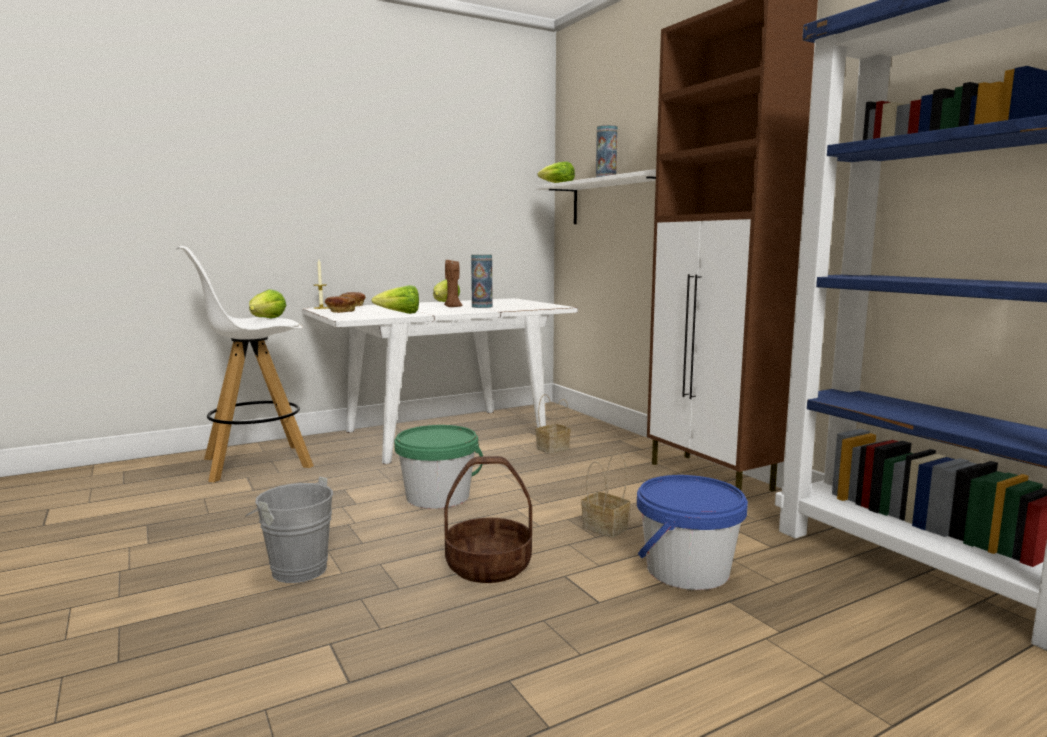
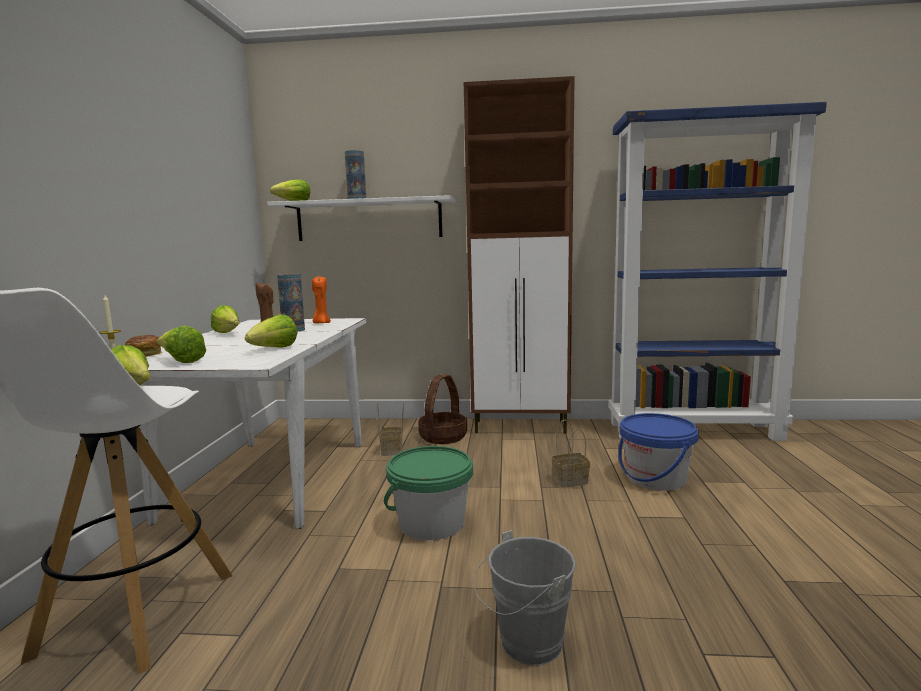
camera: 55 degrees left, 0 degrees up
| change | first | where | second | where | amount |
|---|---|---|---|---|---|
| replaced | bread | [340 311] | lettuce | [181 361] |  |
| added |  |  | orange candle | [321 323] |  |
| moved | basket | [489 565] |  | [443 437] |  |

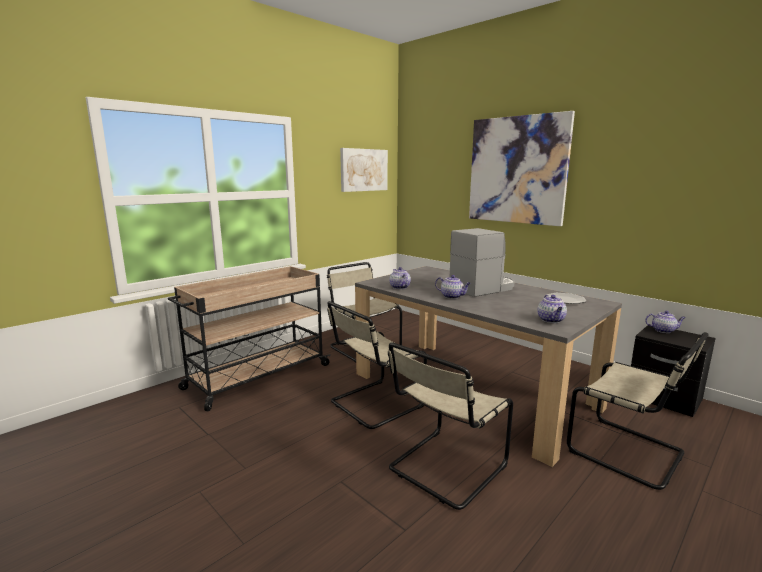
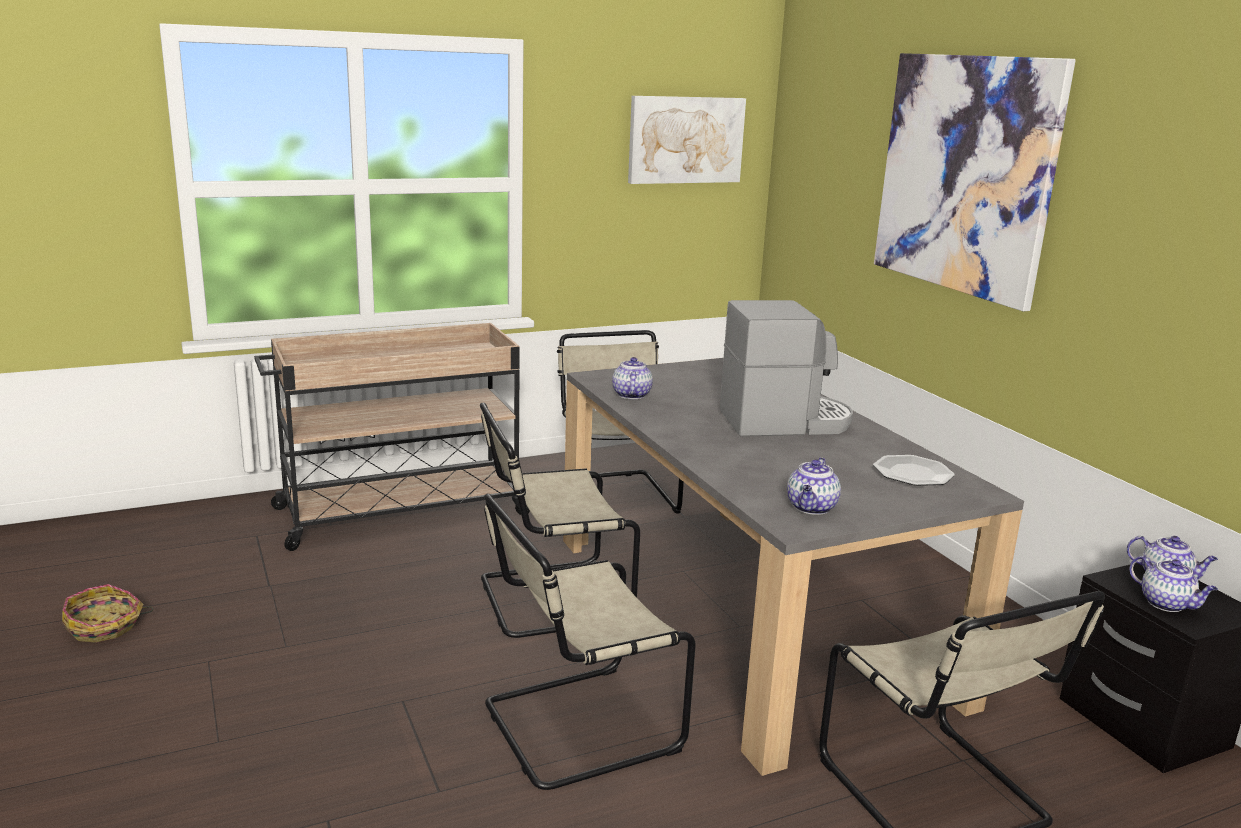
camera: 20 degrees right, 5 degrees up
| change | first | where | second | where | amount |
|---|---|---|---|---|---|
| added |  |  | basket | [105 626] |  |
| moved | pot for tea | [452 296] |  | [1167 604] |  |

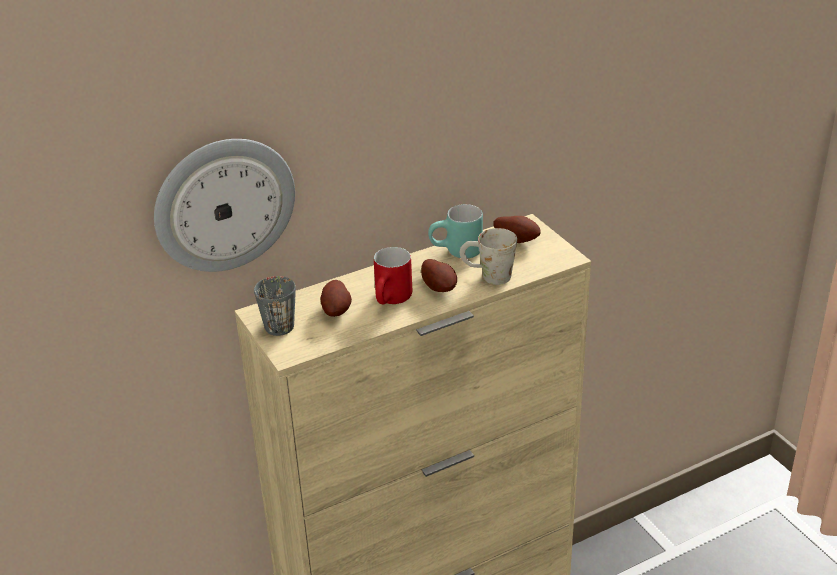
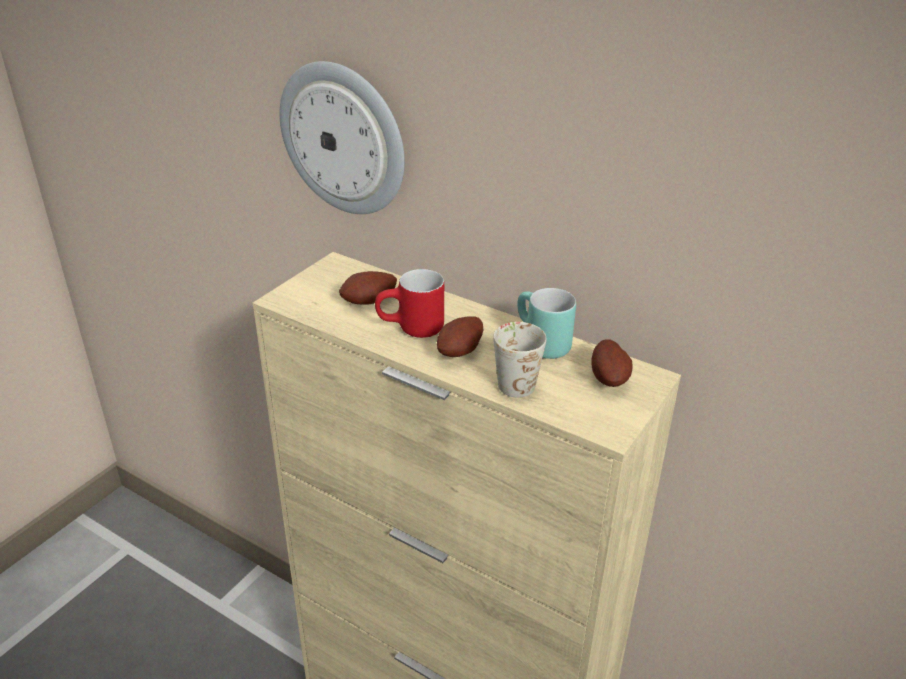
camera: 60 degrees right, 0 degrees up
| change | first | where | second | where | amount |
|---|---|---|---|---|---|
| removed | gray mug | [281 321] |  |  |  |

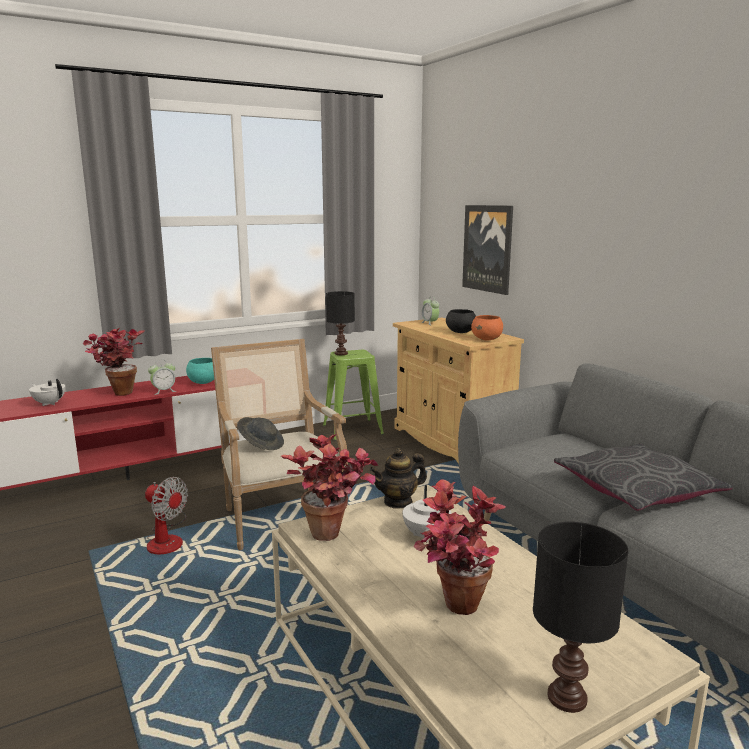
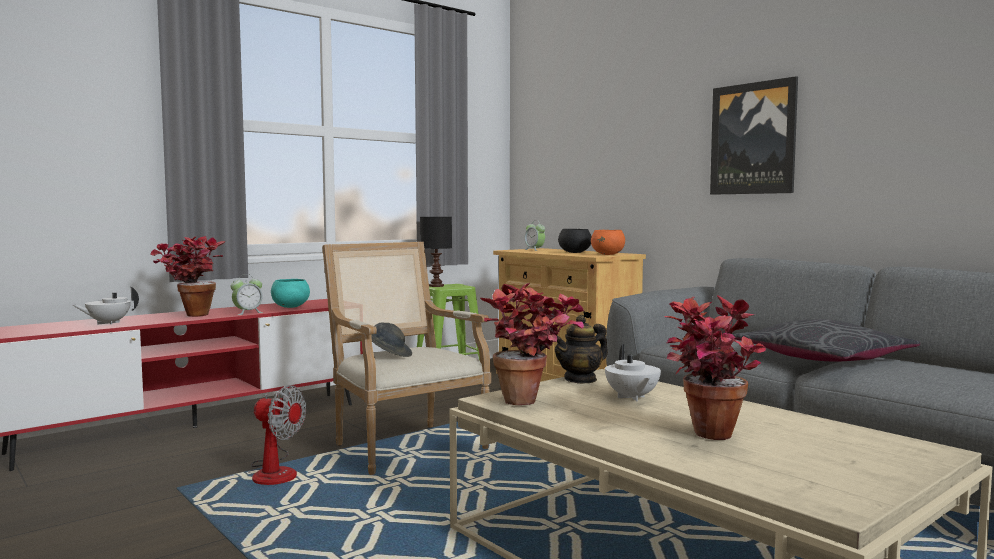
camera: 10 degrees left, 10 degrees down
| change | first | where | second | where | amount |
|---|---|---|---|---|---|
| turned | white-coloured pot for tea | [49 403] |  | [108 323] | 60 degrees counterclockwise |
| moved | wall picture | [488 248] |  | [753 138] |  |
| removed | black-coloured tabletop lamp | [565 697] |  |  |  |

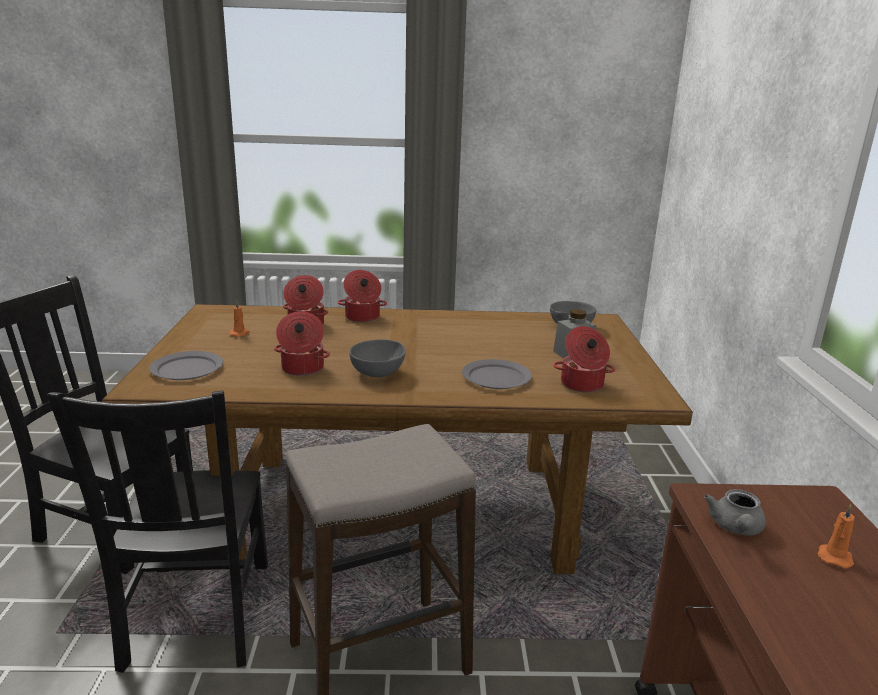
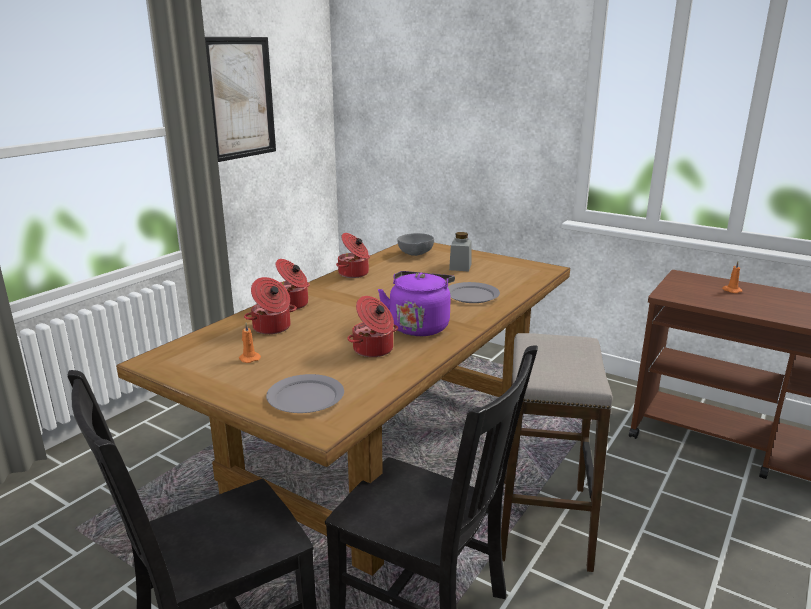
camera: 55 degrees left, 0 degrees up
| change | first | where | second | where | amount |
|---|---|---|---|---|---|
| added |  |  | wall picture | [240 98] |  |
| moved | cooking pot | [582 385] |  | [354 274] |  |
| replaced | gray deep dish | [379 373] | purplish kettle | [420 326] |  |
| removed | gray pot for tea | [735 528] |  |  |  |

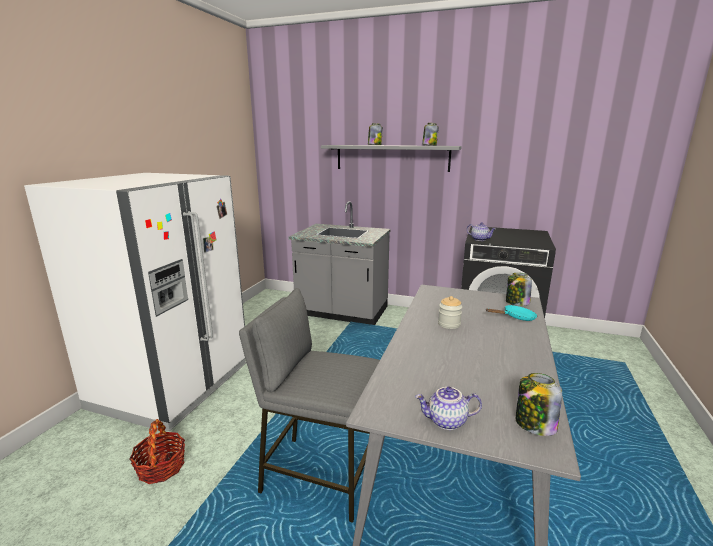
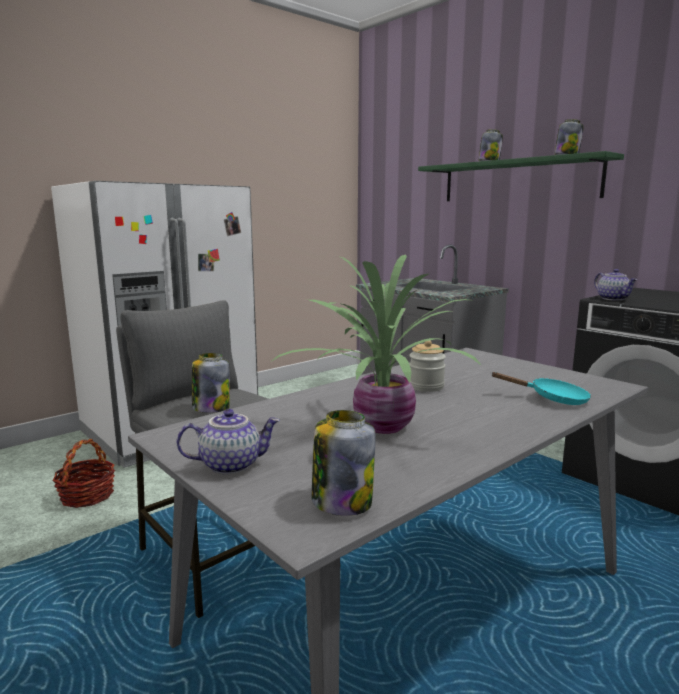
camera: 30 degrees right, 5 degrees down
| change | first | where | second | where | amount |
|---|---|---|---|---|---|
| turned | pot for tea | [446 422] |  | [231 464] | 135 degrees clockwise |
| moved | preserve jar | [516 303] |  | [211 408] |  |
| added |  |  | houseplant | [380 426] |  |
| recoloured | gray wall shelf | [392 158] | green wall shelf | [517 181] |  |

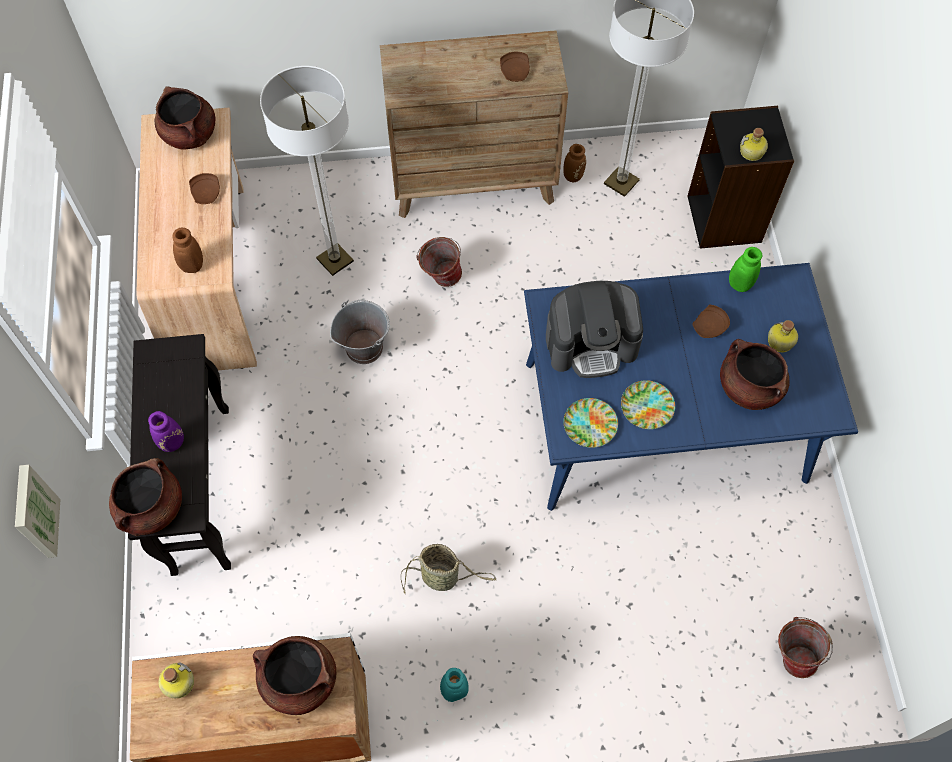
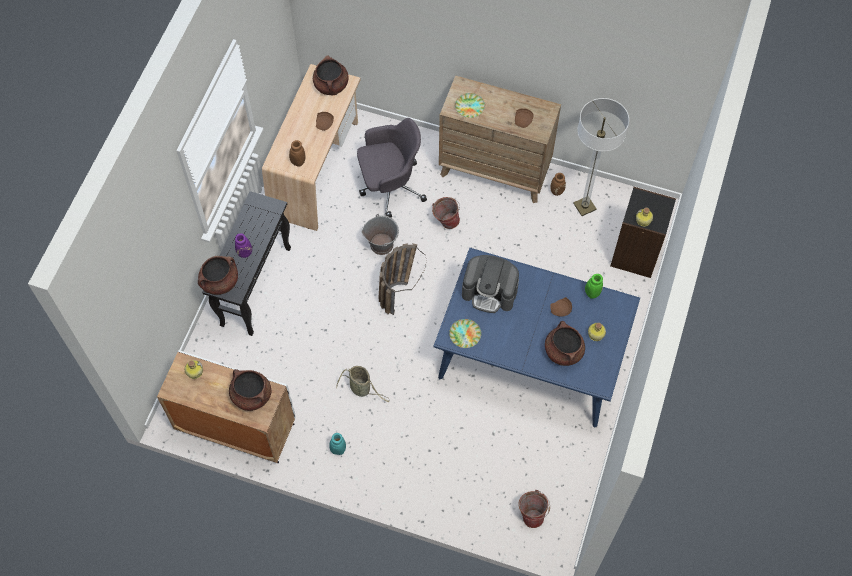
camera: 25 degrees right, 0 degrees up
| change | first | where | second | where | amount |
|---|---|---|---|---|---|
| replaced | standing lamp | [335 260] | gray desk chair | [390 186] |  |
| added |  |  | basket | [398 290] |  |
| moved | plate | [646 406] |  | [469 106] |  |
| removed | wall picture | [34 512] |  |  |  |

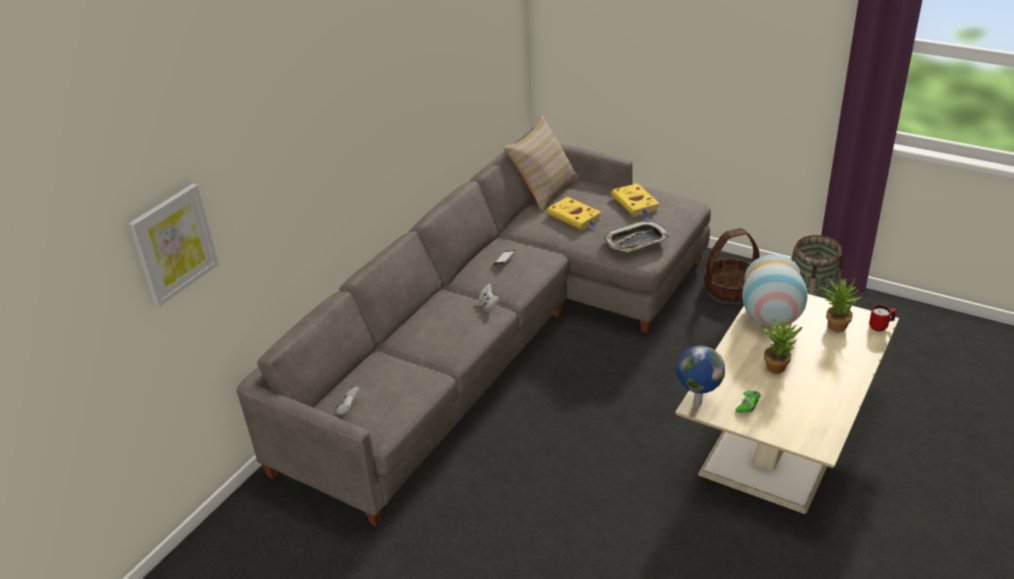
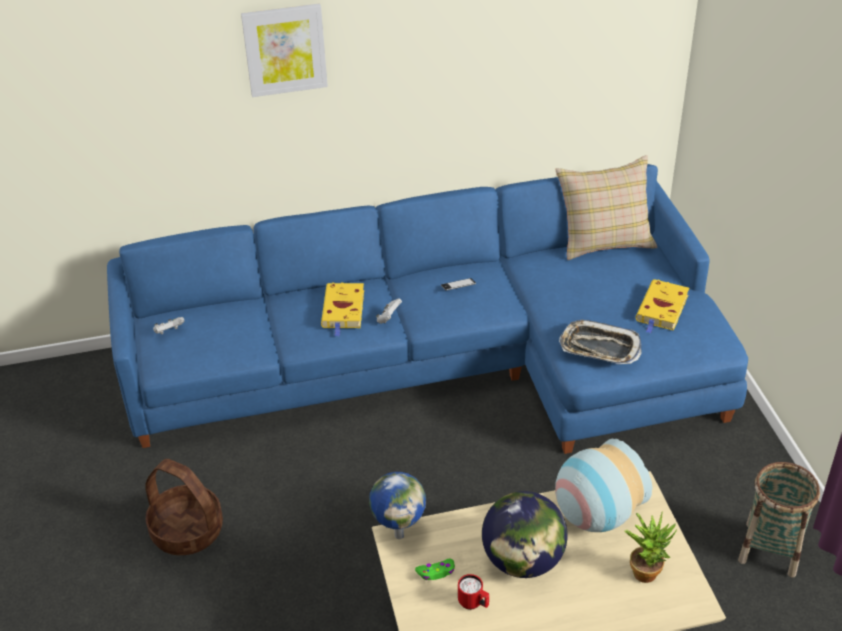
camera: 45 degrees right, 5 degrees up
| change | first | where | second | where | amount |
|---|---|---|---|---|---|
| recoloured | gray couch | [503 332] | blue couch | [447 361] |  |
| moved | basket | [730 289] |  | [188 531] |  |
| moved | wall picture | [173 244] |  | [285 49] |  |
| moved | yellowish bound book | [575 217] |  | [343 310] |  |
| moved | red-coloured mug | [881 326] |  | [473 603] |  |
| replaced | houseplant | [777 365] | world globe | [522 561] |  |

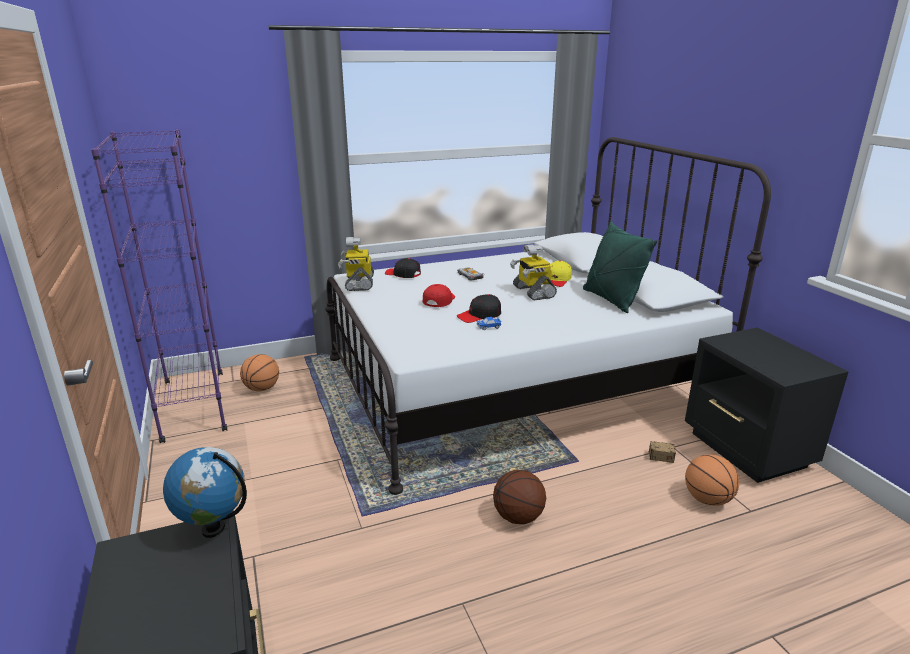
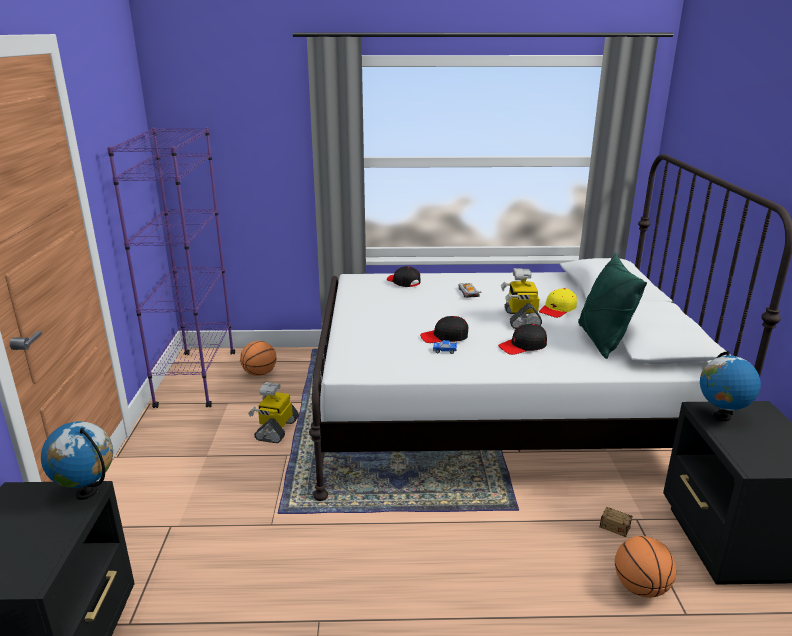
camera: 20 degrees right, 0 degrees up
| change | first | where | second | where | amount |
|---|---|---|---|---|---|
| moved | model robot | [359 283] |  | [276 429] |  |
| added |  |  | black-coloured baseball cap | [523 346] |  |
| added |  |  | world globe | [721 417] |  |
| removed | red-coloured baseball cap | [439 301] |  |  |  |
| removed | basketball | [518 517] |  |  |  |

